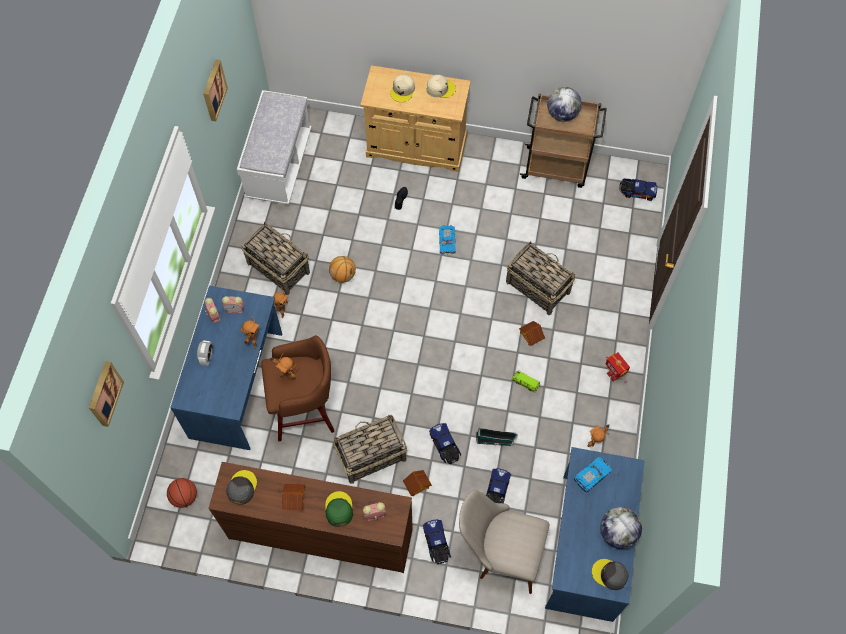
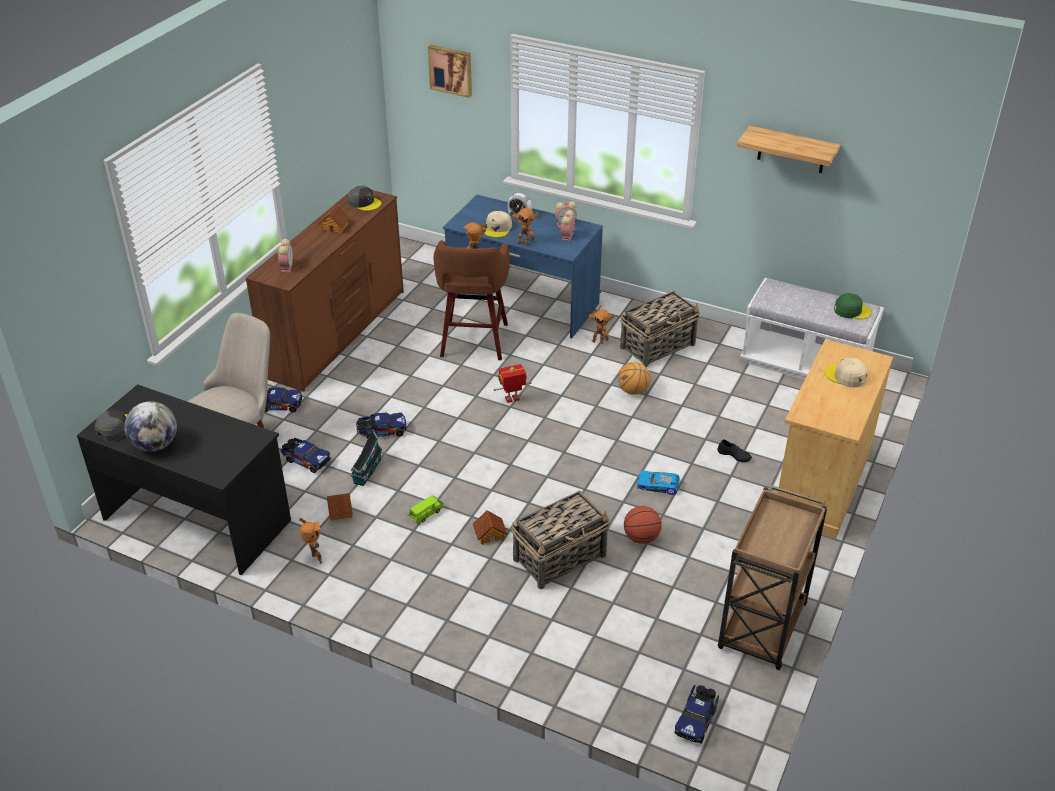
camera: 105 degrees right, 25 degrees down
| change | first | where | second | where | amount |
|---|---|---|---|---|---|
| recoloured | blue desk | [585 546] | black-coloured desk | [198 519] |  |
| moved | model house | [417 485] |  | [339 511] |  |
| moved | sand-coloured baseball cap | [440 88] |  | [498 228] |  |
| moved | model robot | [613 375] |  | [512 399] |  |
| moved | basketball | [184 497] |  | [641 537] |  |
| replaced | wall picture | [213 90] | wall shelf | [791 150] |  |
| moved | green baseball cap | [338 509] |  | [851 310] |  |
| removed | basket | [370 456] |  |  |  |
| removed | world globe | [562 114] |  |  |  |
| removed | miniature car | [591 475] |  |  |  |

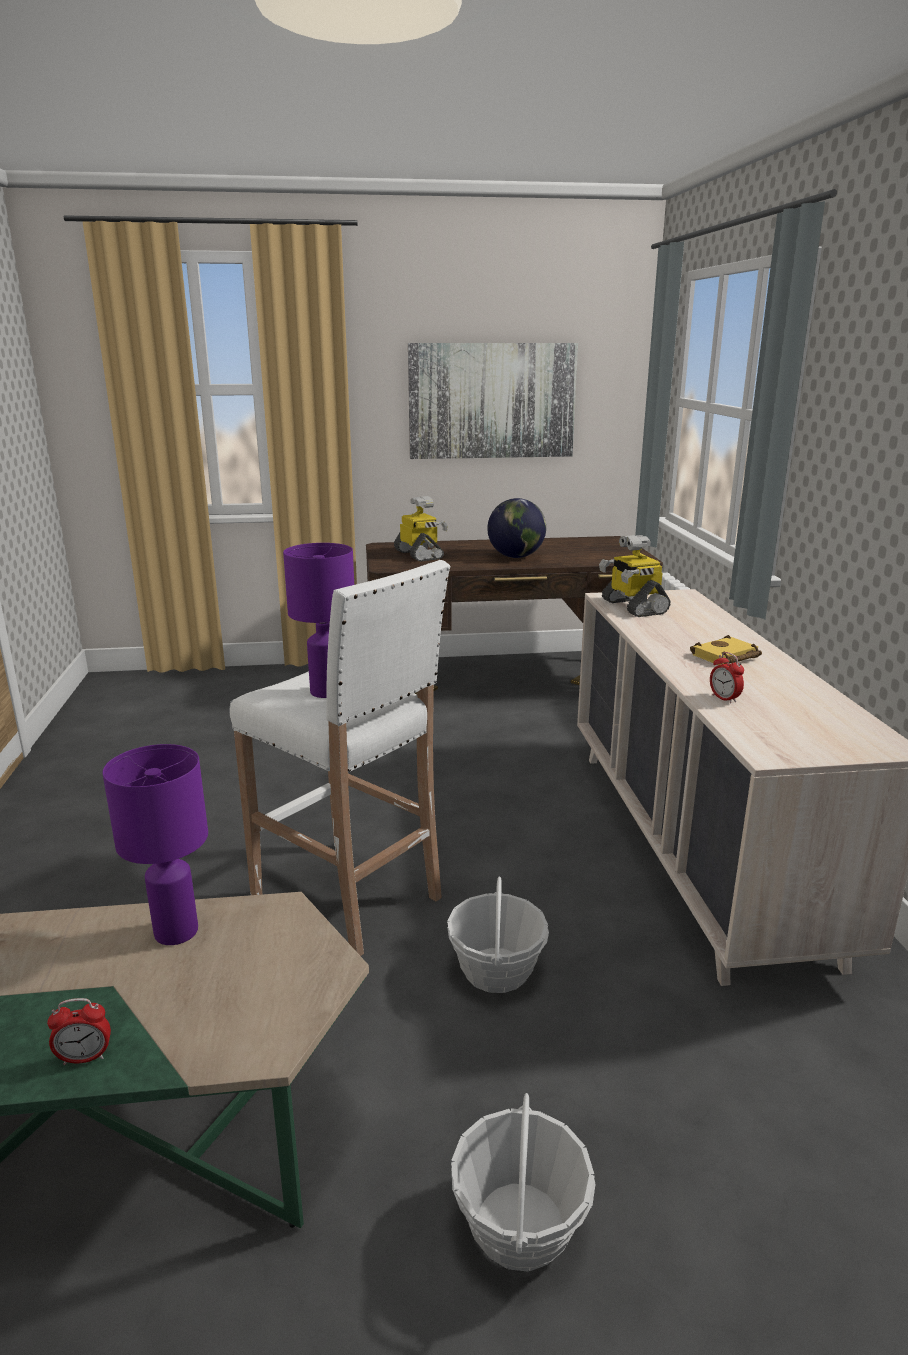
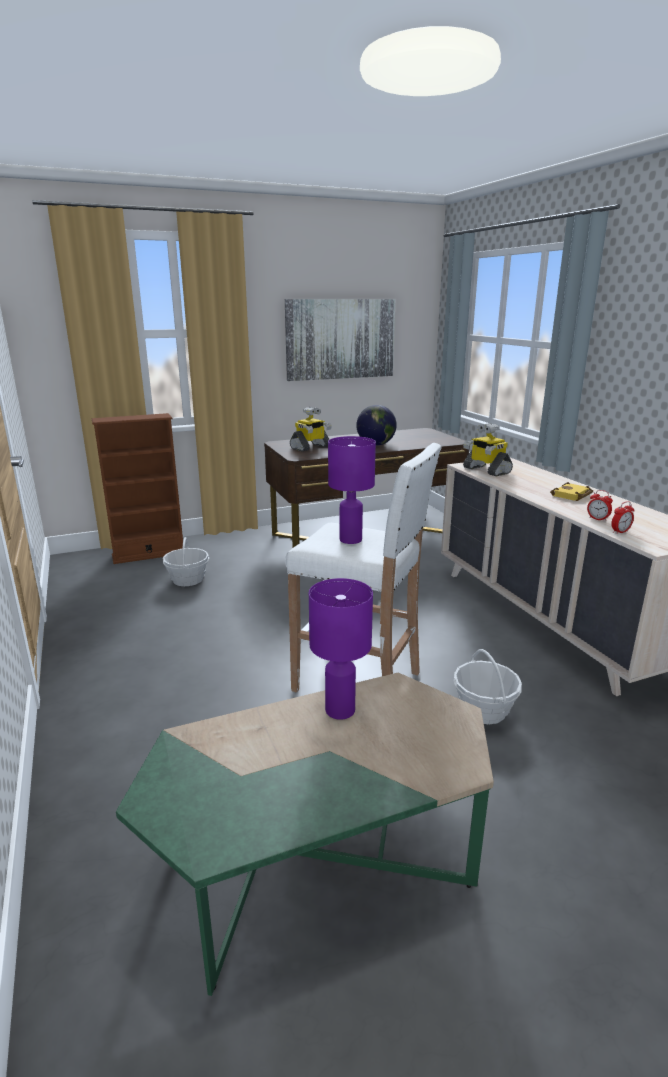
camera: 15 degrees left, 0 degrees up
| change | first | where | second | where | amount |
|---|---|---|---|---|---|
| added |  |  | brown-coloured bookshelf | [149 554] |  |
| moved | basket | [520 1225] |  | [188 579] |  |
| turned | model robot | [420 555] |  | [310 447] | 90 degrees clockwise |
| moved | table clock | [85 1057] |  | [620 532] |  |

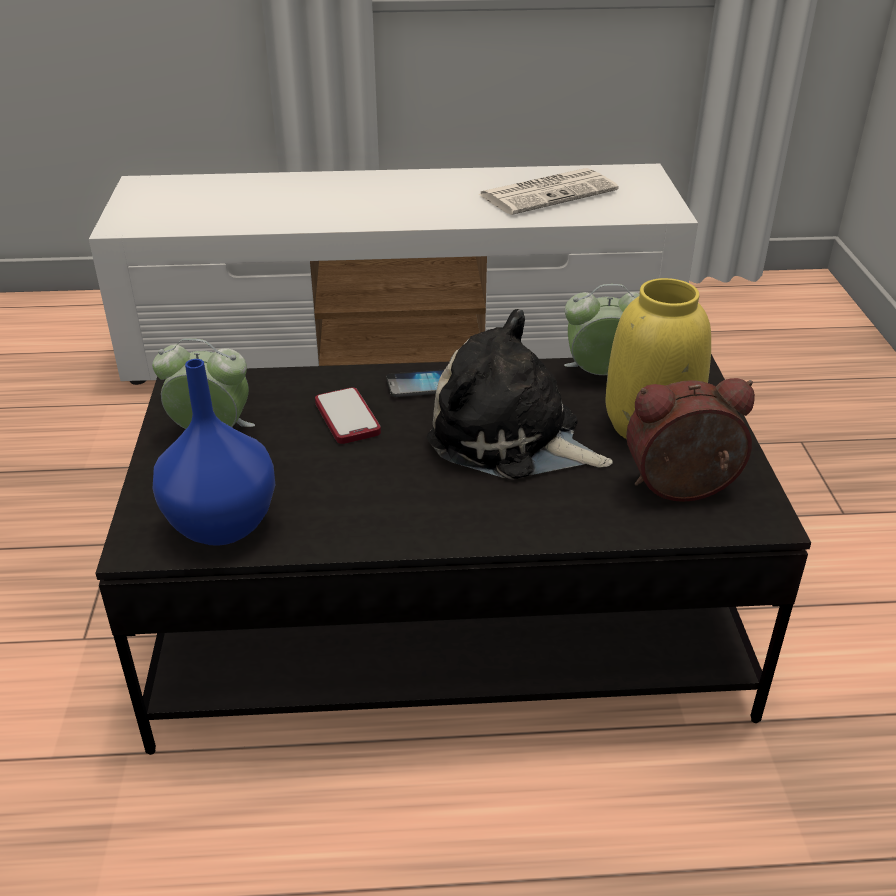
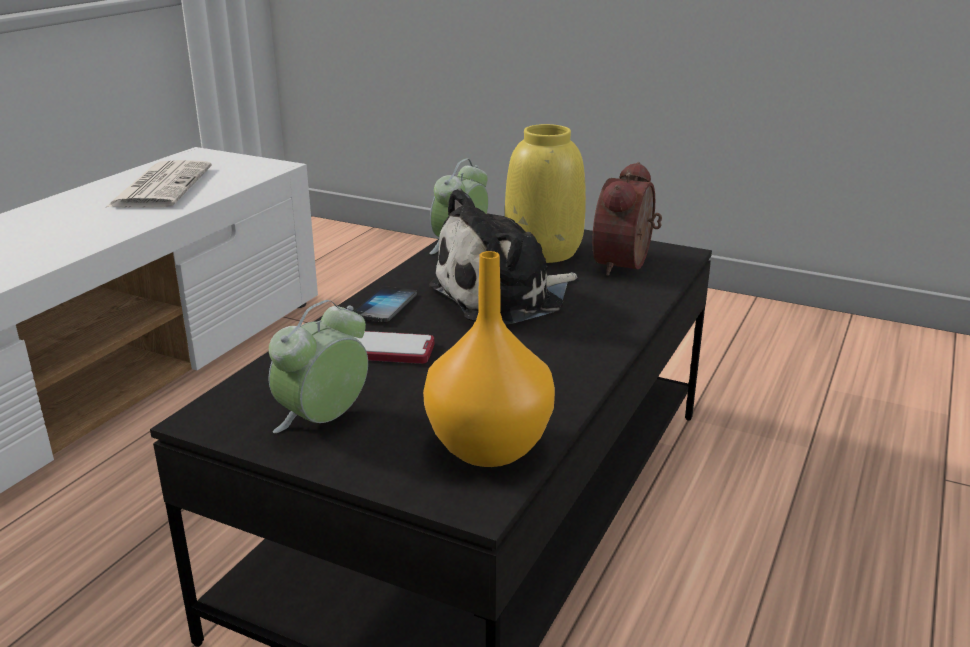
camera: 60 degrees left, 10 degrees down
| change | first | where | second | where | amount |
|---|---|---|---|---|---|
| recoloured | blue decorative vase | [221 526] | orange decorative vase | [491 449] |  |

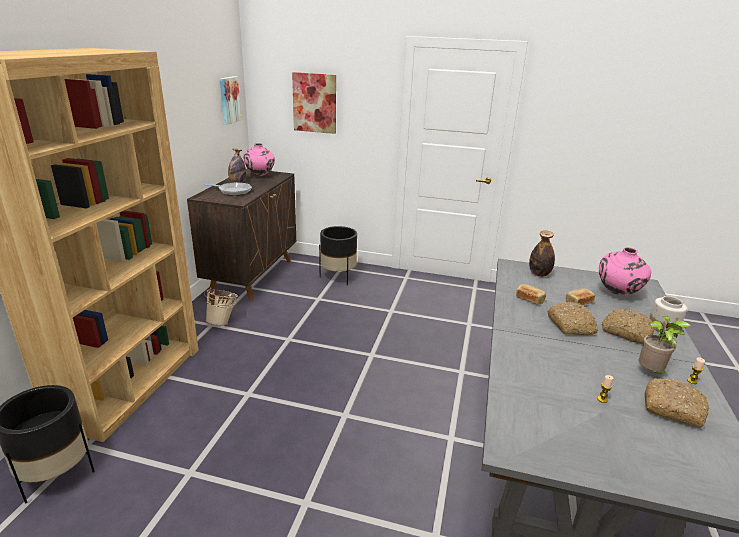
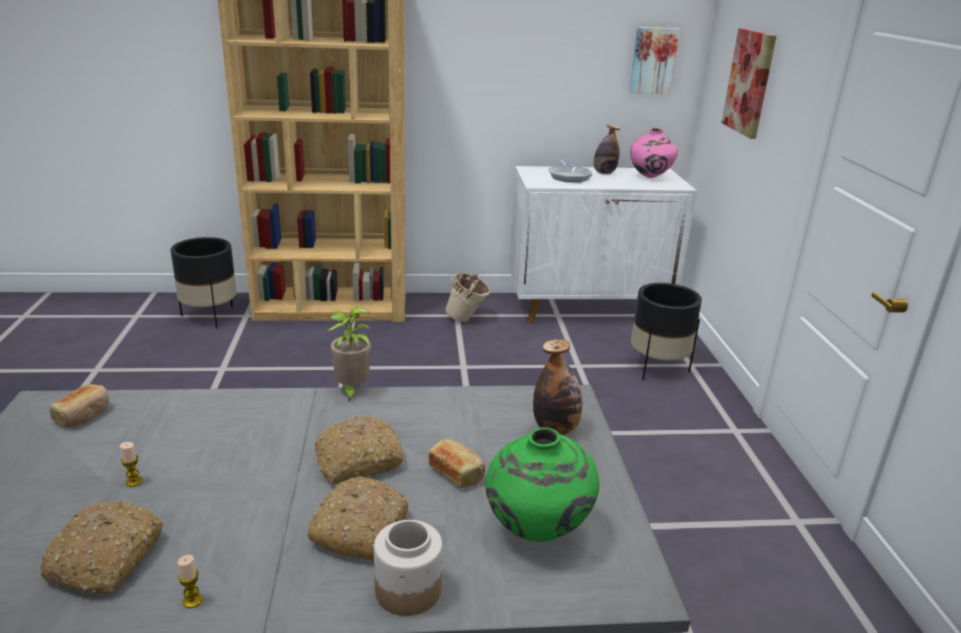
camera: 70 degrees right, 0 degrees up
| change | first | where | second | where | amount |
|---|---|---|---|---|---|
| moved | bread | [529 299] |  | [83 415] |  |
| moved | houseplant | [650 373] |  | [351 390] |  |
| recoloured | pinkish decorative vase | [617 294] | green decorative vase | [537 532] |  |
| recoloured | brown-coloured cabinet | [252 275] | white-coloured cabinet | [588 309] |  |

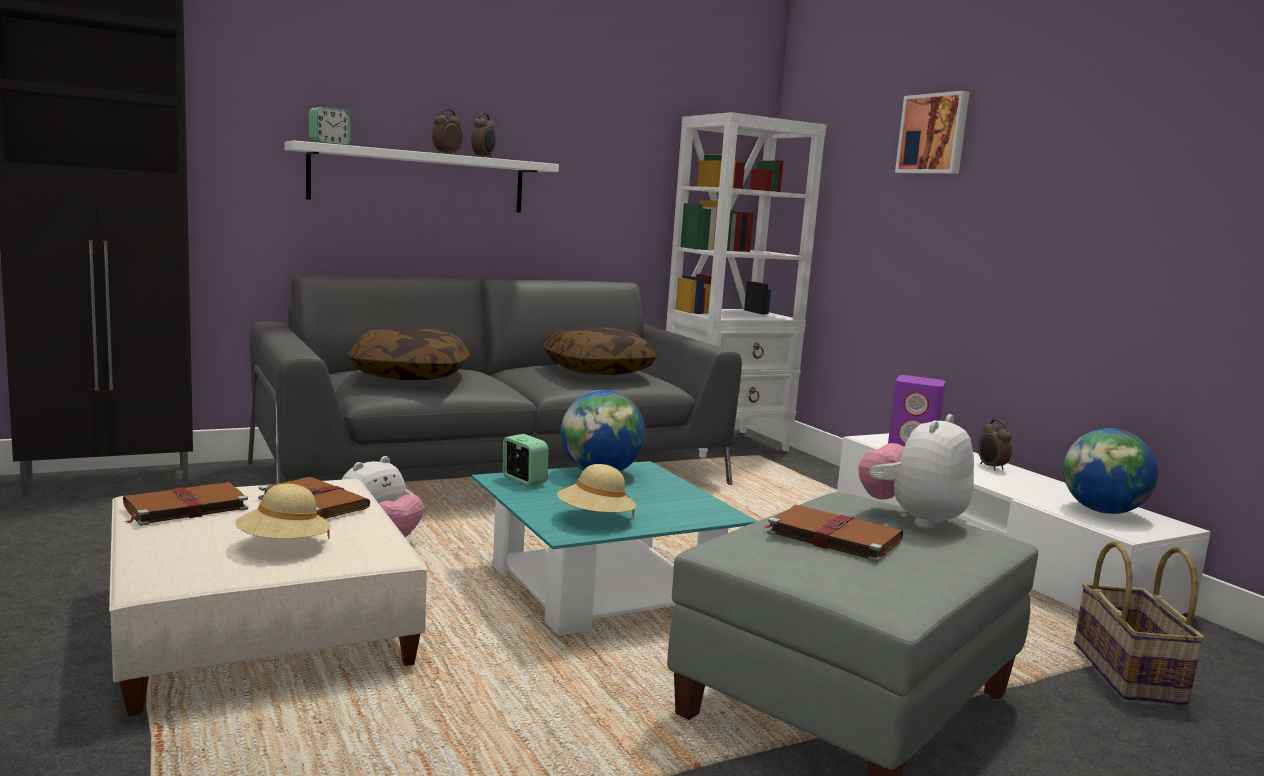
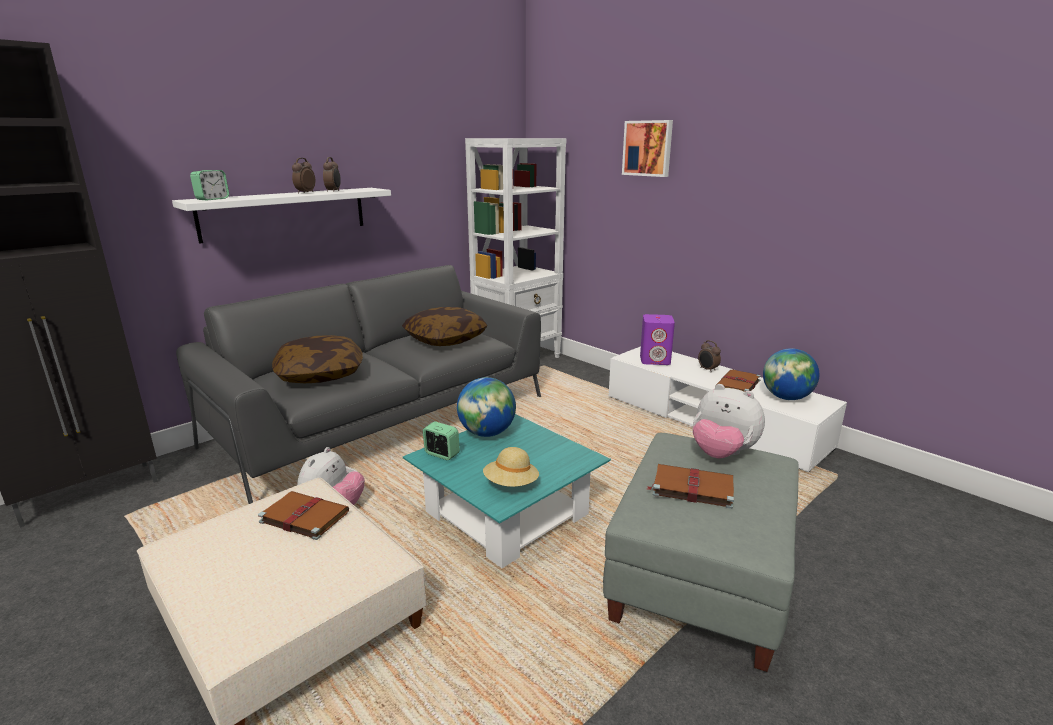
camera: 15 degrees left, 10 degrees up
| change | first | where | second | where | amount |
|---|---|---|---|---|---|
| turned | plush toy | [913 519] |  | [722 454] | 75 degrees counterclockwise |
| moved | brown-coloured bound book | [184 508] |  | [737 385] |  |
| removed | sand-coloured wearable hat | [283 546] |  |  |  |
| removed | basket | [1130 674] |  |  |  |

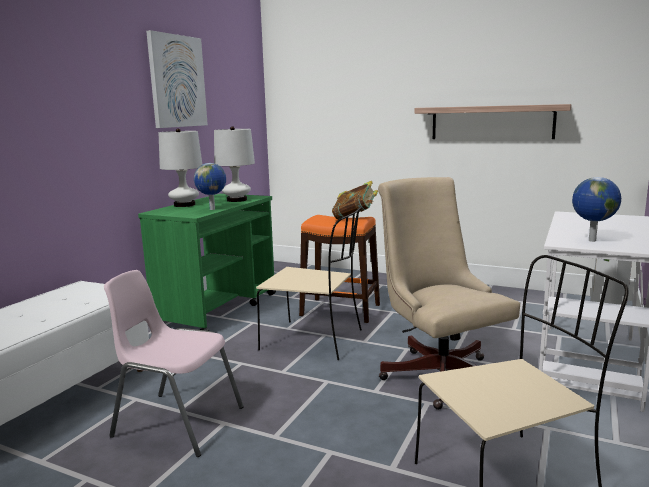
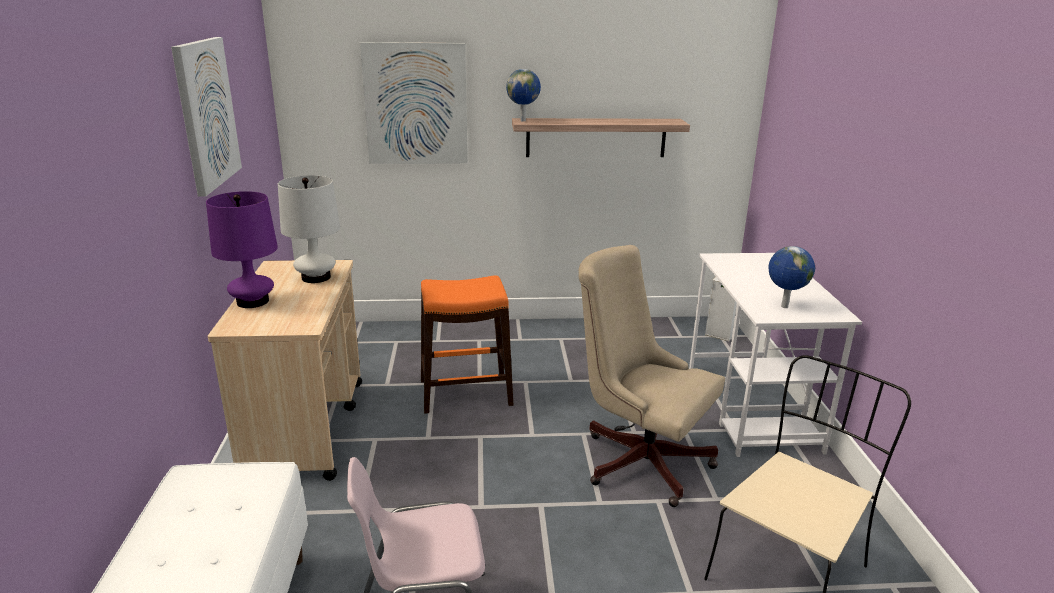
camera: 30 degrees left, 10 degrees up
| change | first | where | second | where | amount |
|---|---|---|---|---|---|
| recoloured | white-coloured tabletop lamp | [184 205] | purplish tabletop lamp | [253 301] |  |
| recoloured | green trolley | [218 309] | sand-coloured trolley | [306 427] |  |
| added |  |  | wall picture | [416 104] |  |
| moved | world globe | [213 209] |  | [523 120] |  |
| removed | sand-coloured chair | [314 340] |  |  |  |
| removed | bound book | [355 218] |  |  |  |

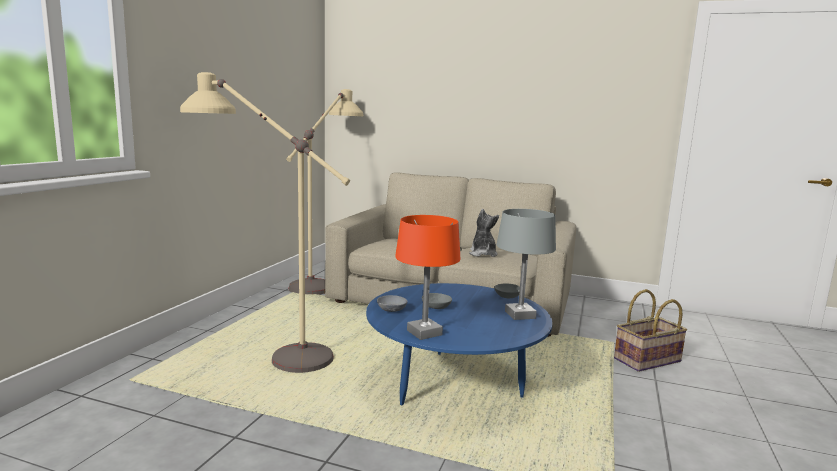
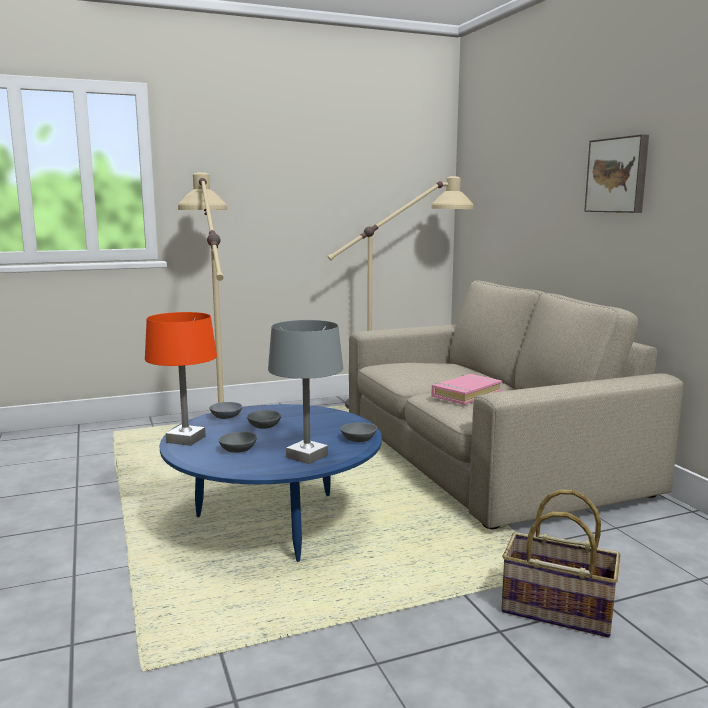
camera: 50 degrees right, 0 degrees up
| change | first | where | second | where | amount |
|---|---|---|---|---|---|
| added |  |  | gray deep dish | [238 449] |  |
| replaced | plush toy | [482 254] | pinkish bound book | [466 394] |  |
| added |  |  | wall picture | [618 175] |  |

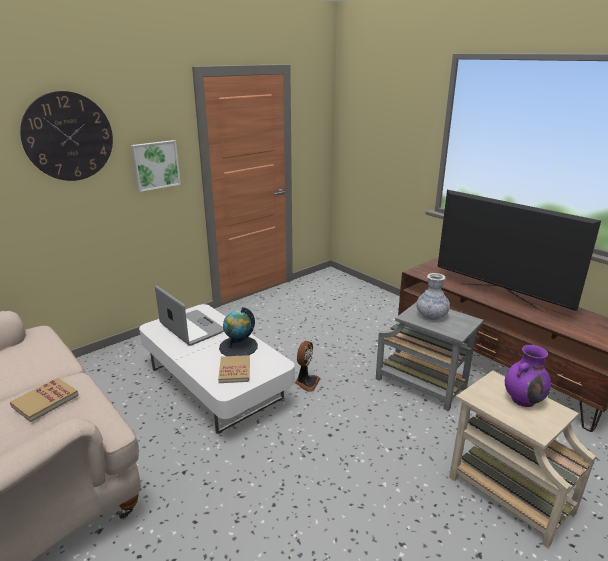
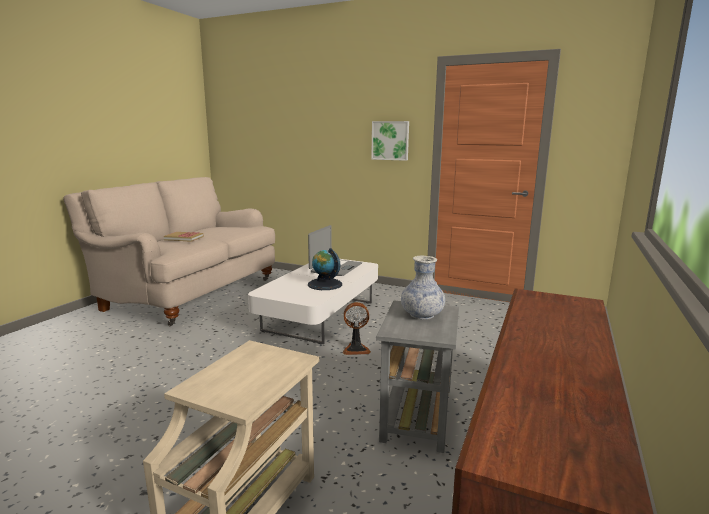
camera: 65 degrees right, 10 degrees down
| change | first | where | second | where | amount |
|---|---|---|---|---|---|
| removed | hanging clock | [68 137] |  |  |  |
| removed | bound book | [234 370] |  |  |  |
| removed | TV | [499 296] |  |  |  |
| removed | purplish decorative vase | [523 399] |  |  |  |

